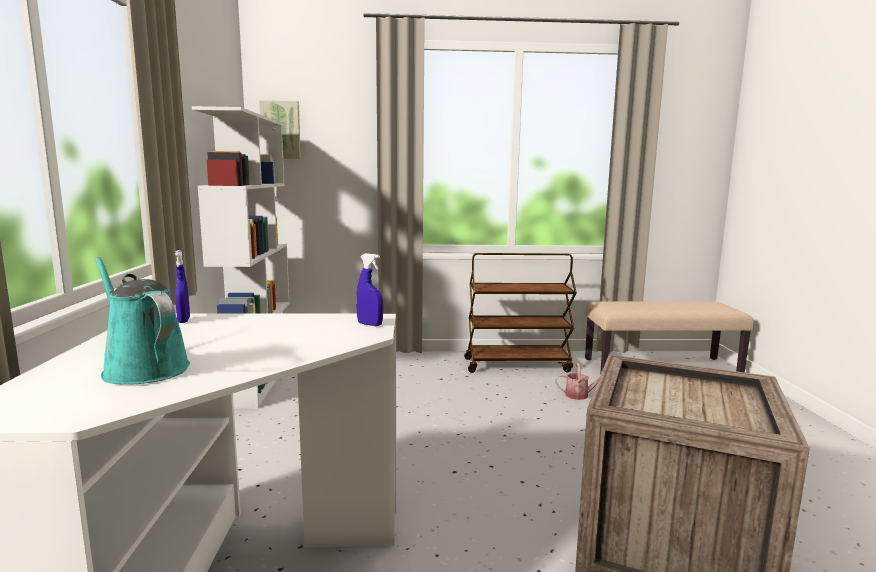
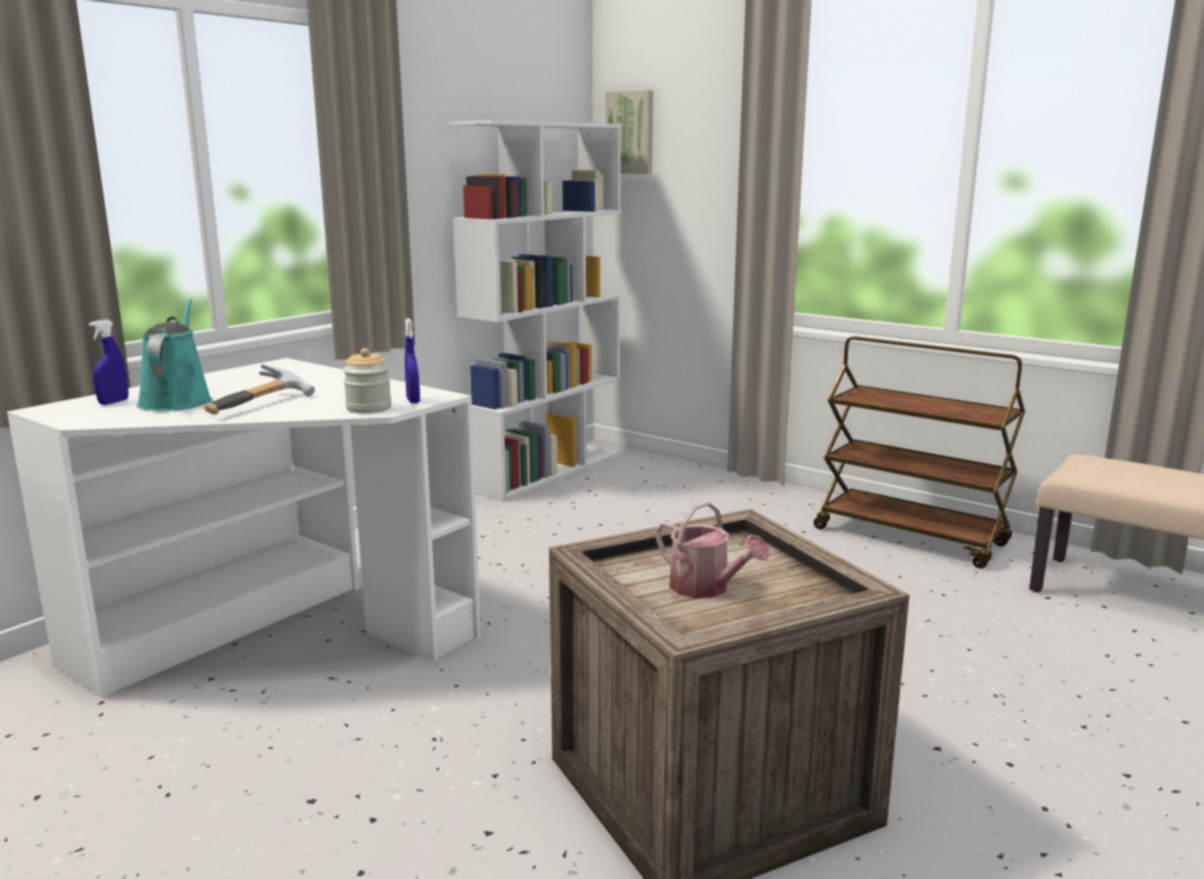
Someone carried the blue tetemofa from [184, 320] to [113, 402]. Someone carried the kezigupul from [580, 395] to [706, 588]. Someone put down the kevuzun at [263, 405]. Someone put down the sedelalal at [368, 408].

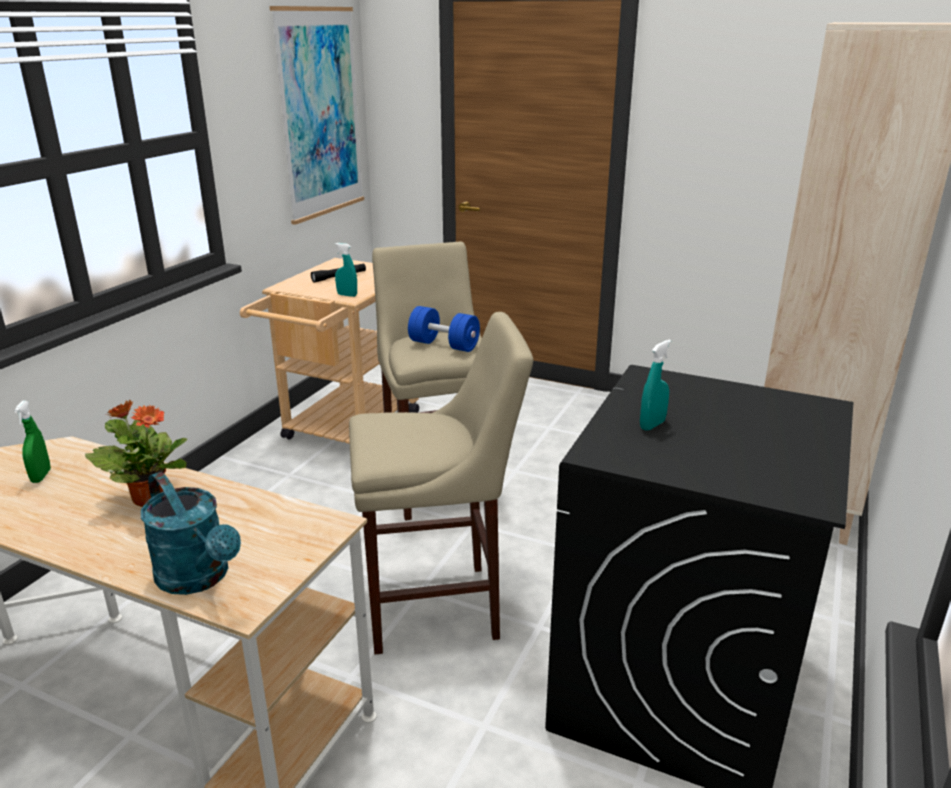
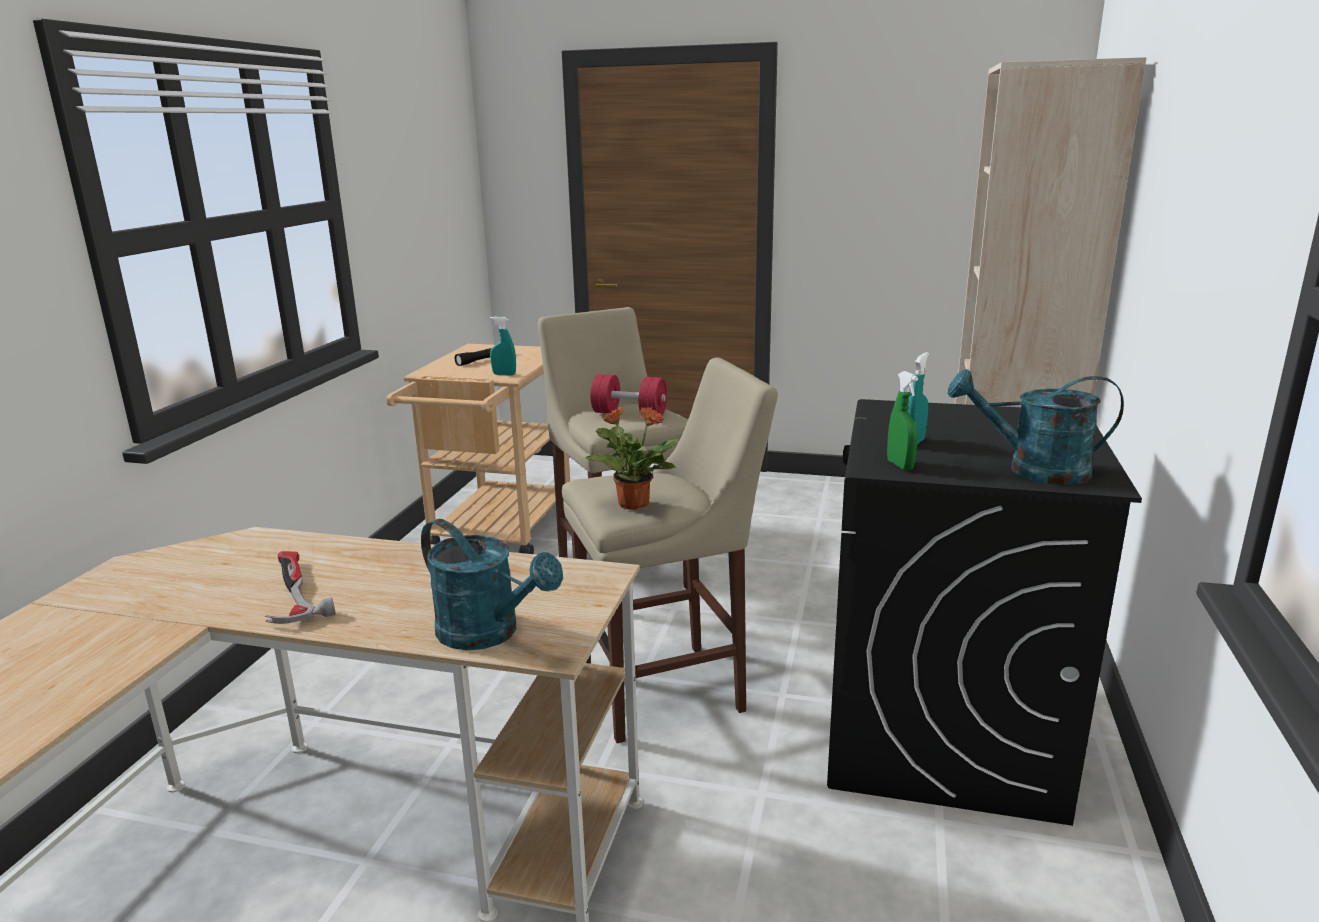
Someone carried the green tetemofa from [41, 476] to [900, 465]. Someone carried the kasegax from [149, 498] to [632, 503]. Someone took away the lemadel at [320, 114]. Someone repainted the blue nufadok at [444, 345], which became the red nufadok at [629, 414]. Someone put down the kevuzun at [292, 592]. Someone put down the turquoise kezigupul at [1033, 470].

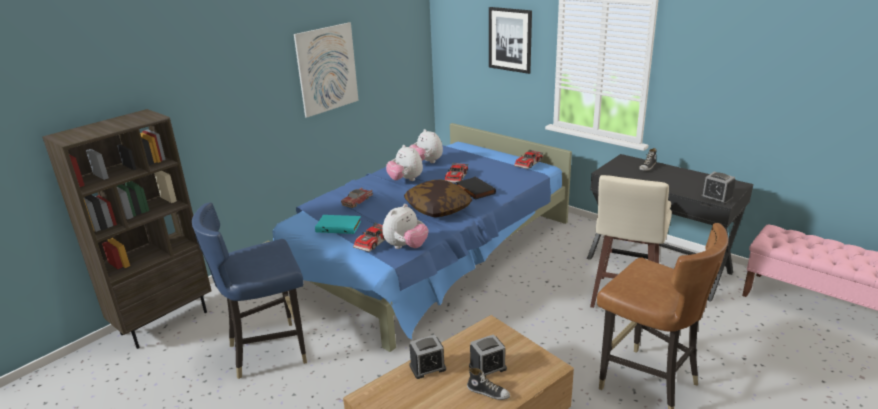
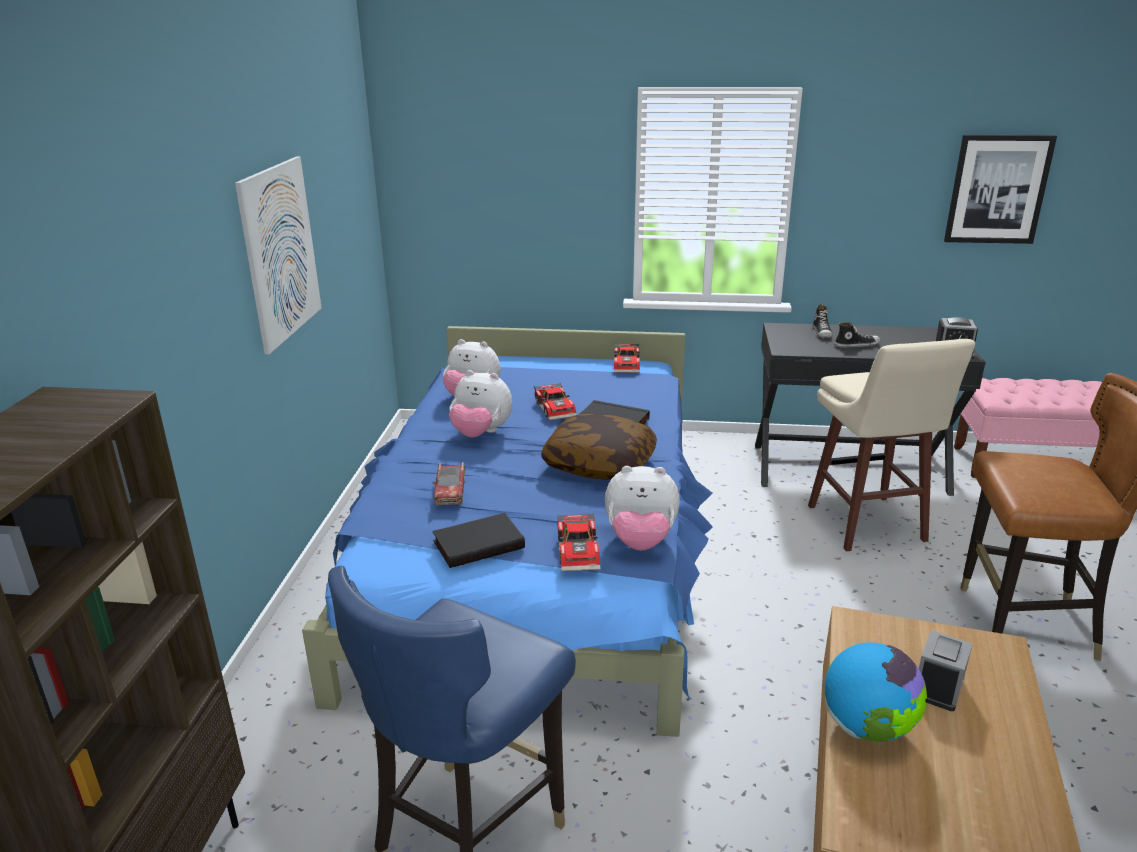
Someone repainted the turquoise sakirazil at [339, 226], which became the black sakirazil at [478, 543]. Someone rotated the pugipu at [406, 247] by 90 degrees clockwise. Someone swapped the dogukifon at [427, 367] for the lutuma at [867, 728]. Someone carried the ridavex from [488, 392] to [856, 345]. Someone carried the lemadel from [510, 39] to [997, 189].

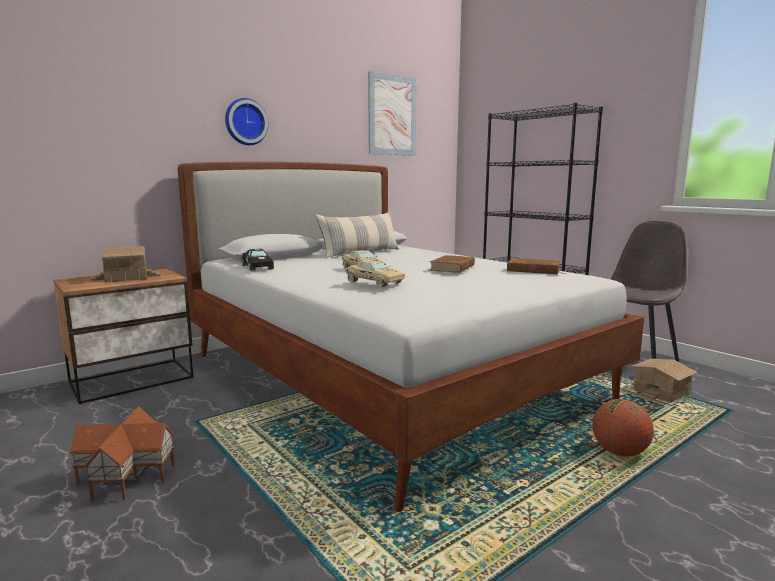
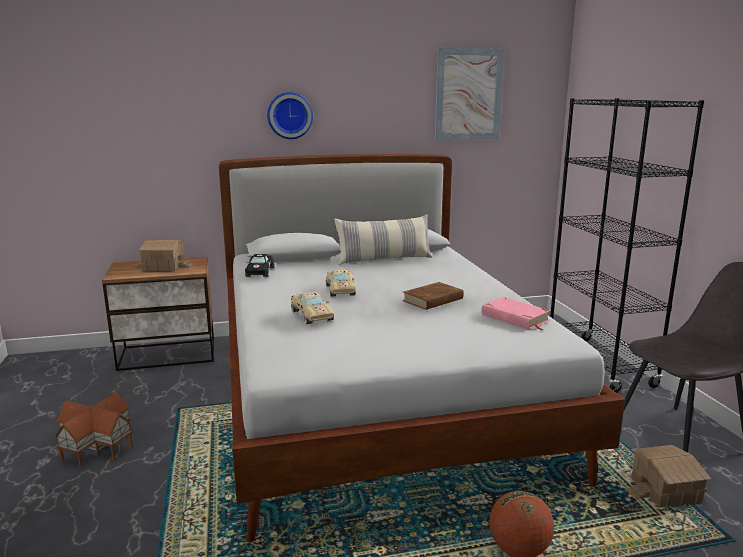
Someone repainted the brown sakirazil at [533, 270], which became the pink sakirazil at [515, 317].

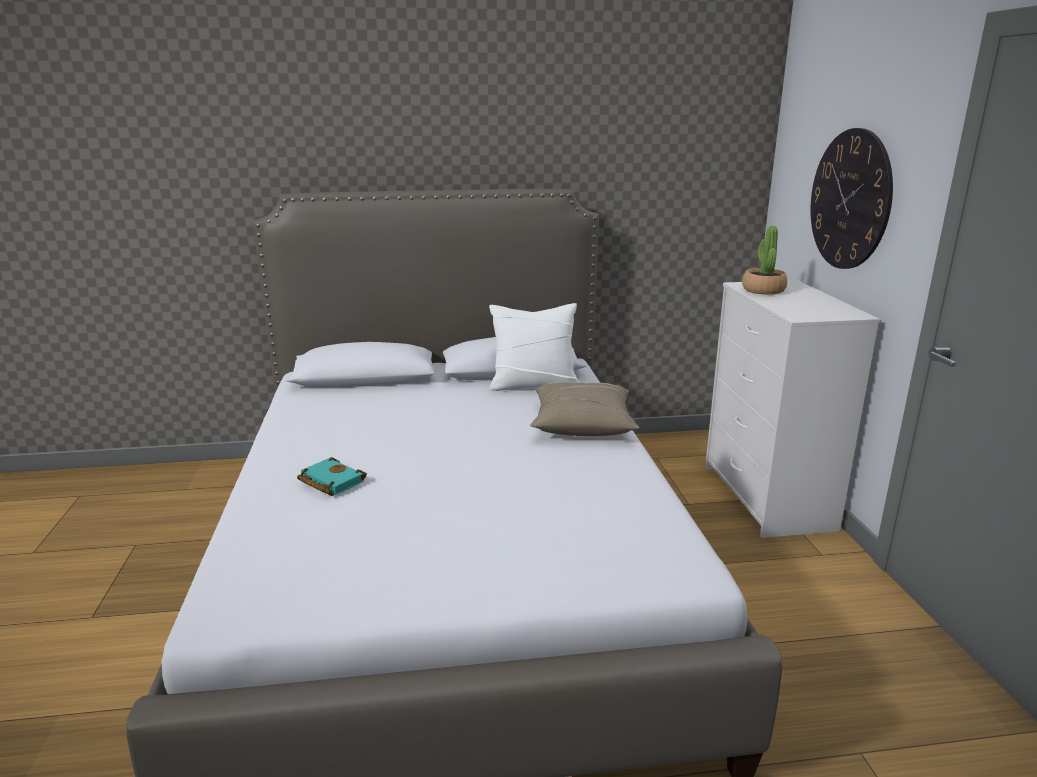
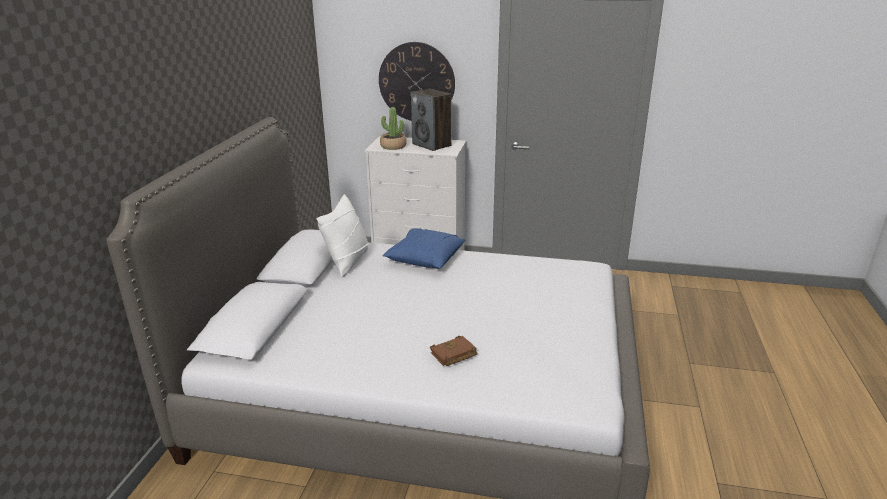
Someone repainted the turquoise sakirazil at [329, 482], which became the brown sakirazil at [453, 355]. Someone repainted the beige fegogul at [582, 424], which became the blue fegogul at [425, 259]. Someone put down the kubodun at [432, 145].

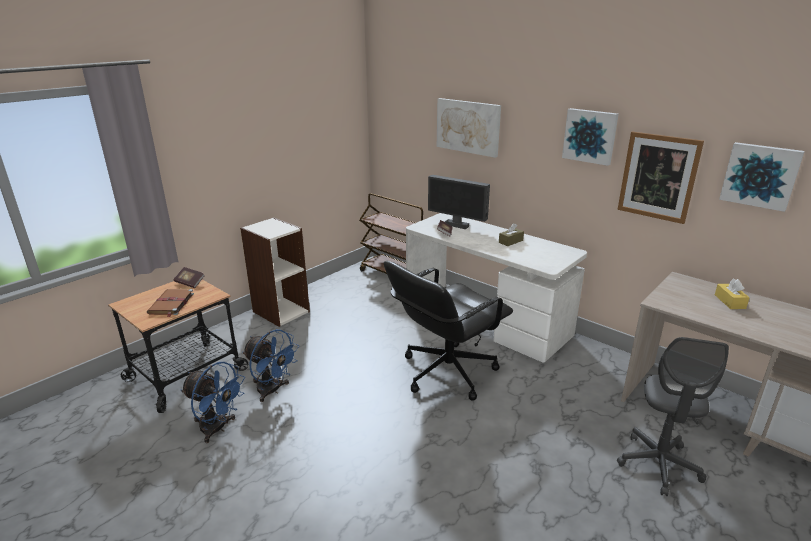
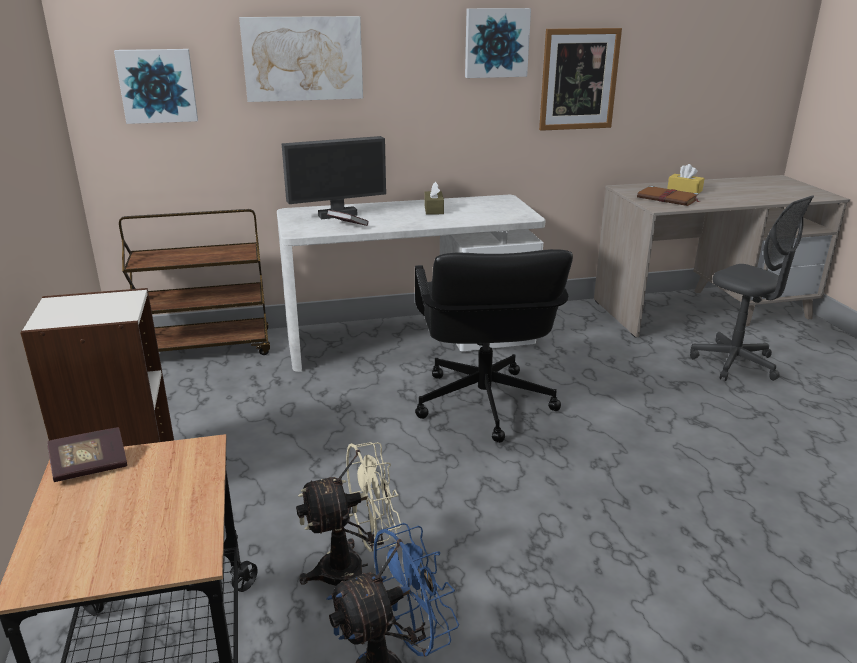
Someone carried the brown sakirazil from [171, 304] to [668, 199]. Someone repainted the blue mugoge at [273, 391], which became the beige mugoge at [354, 569]. Someone carried the lemadel from [760, 175] to [157, 85].

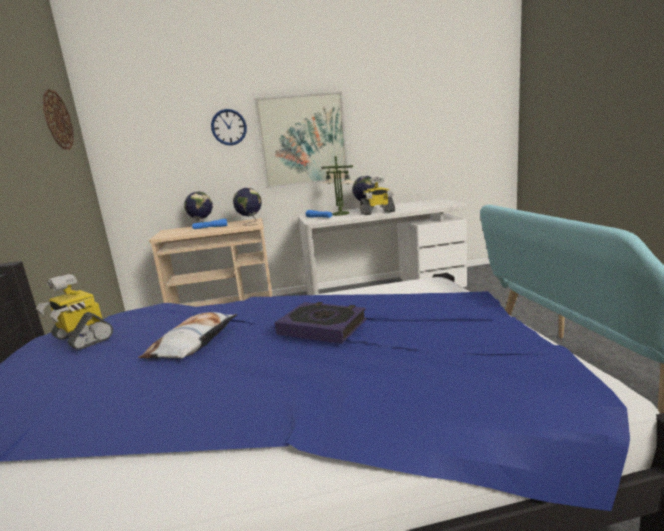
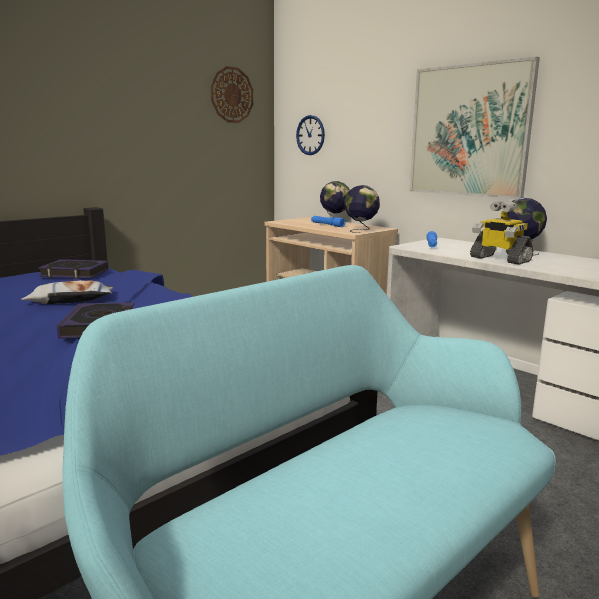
Someone swapped the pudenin at [82, 338] for the sakirazil at [75, 273]. Someone carried the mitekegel from [229, 127] to [310, 135]. Someone took away the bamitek at [340, 214].

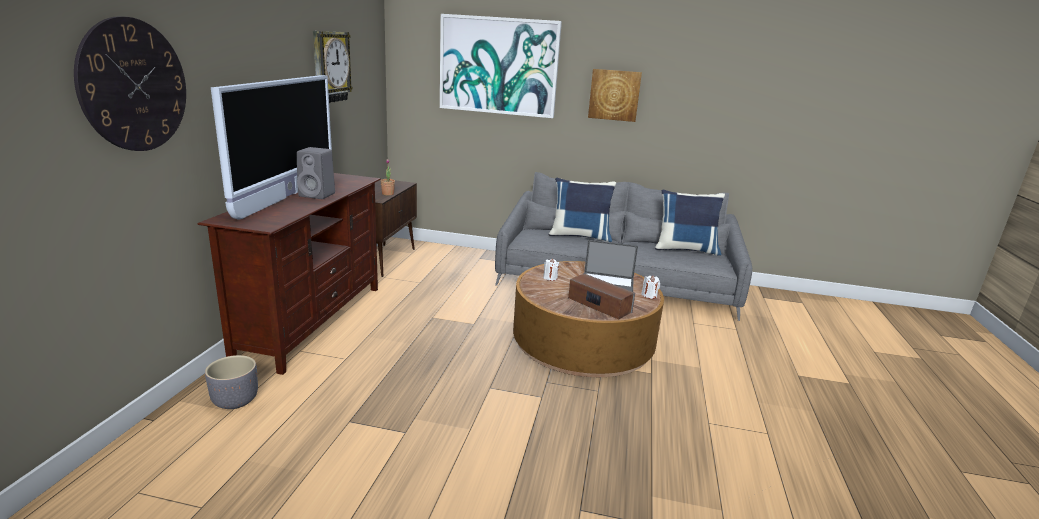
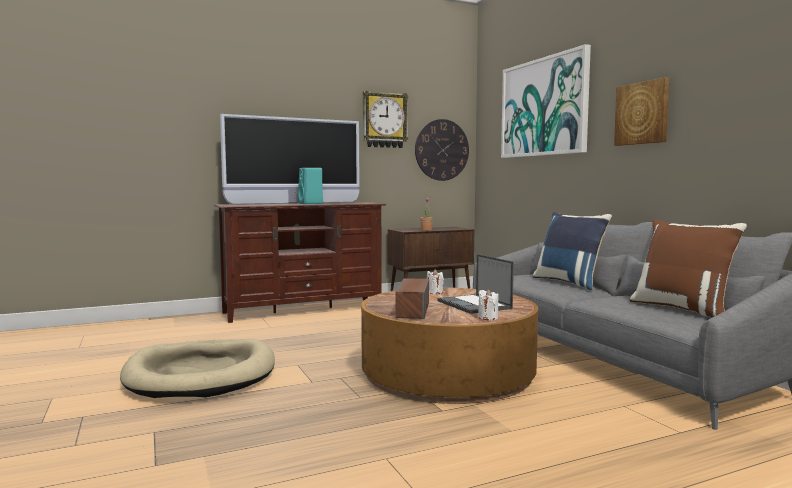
Someone carried the mitekegel from [134, 85] to [442, 150]. Someone took away the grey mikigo at [234, 401]. Someone repainted the grey kubodun at [318, 195], which became the turquoise kubodun at [311, 203]. Someone repainted the blue fegogul at [685, 249], which became the brown fegogul at [683, 309]. Someone put down the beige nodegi at [201, 374].

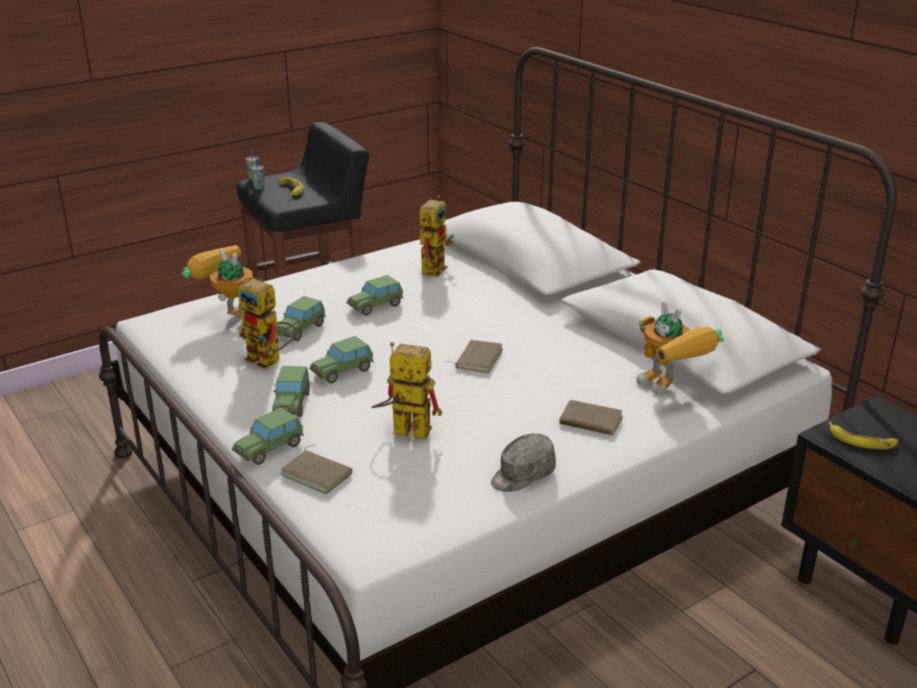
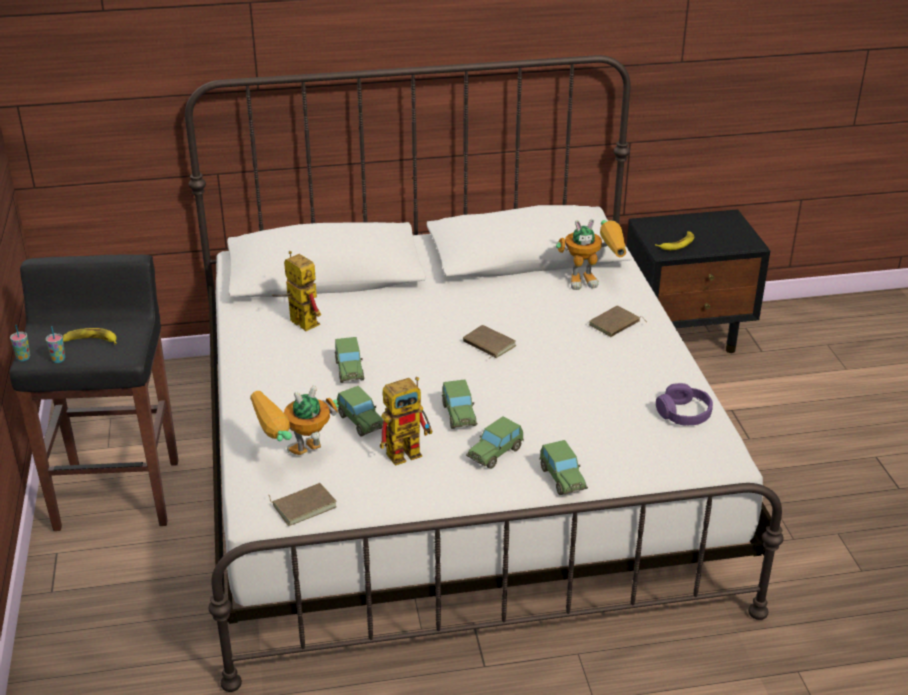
Someone rotated the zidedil at [292, 404] by 105 degrees clockwise. Someone carried the brown sakirazil from [318, 474] to [304, 505]. Someone took away the pudenin at [403, 432]. Someone took away the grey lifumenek at [522, 475]. Someone put down the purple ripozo at [683, 413].

